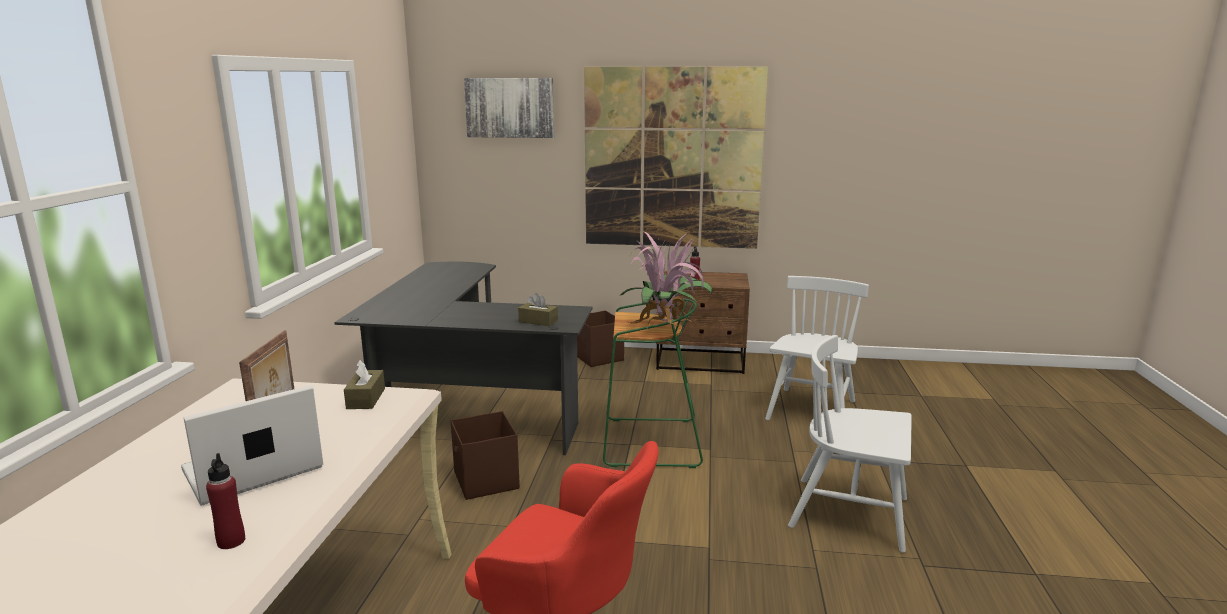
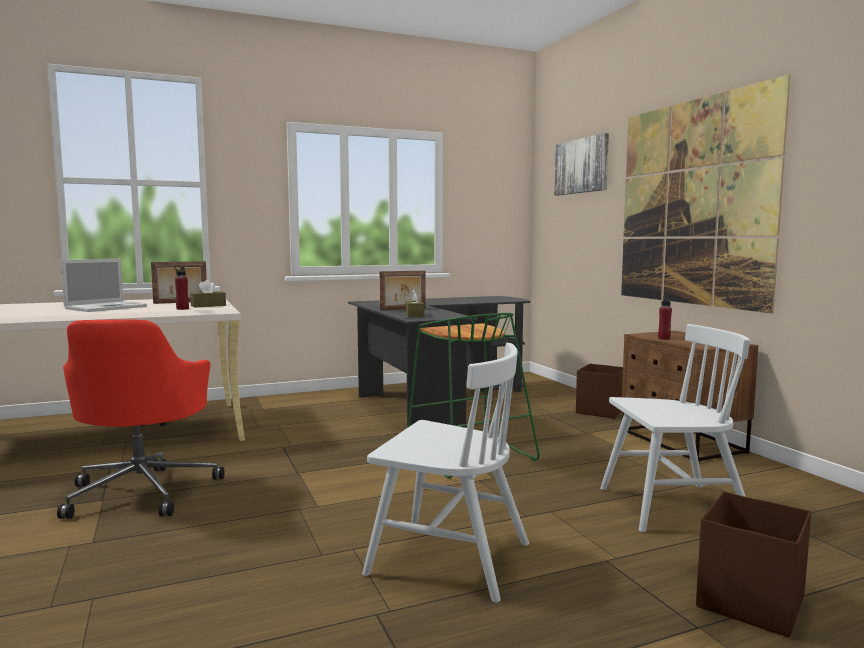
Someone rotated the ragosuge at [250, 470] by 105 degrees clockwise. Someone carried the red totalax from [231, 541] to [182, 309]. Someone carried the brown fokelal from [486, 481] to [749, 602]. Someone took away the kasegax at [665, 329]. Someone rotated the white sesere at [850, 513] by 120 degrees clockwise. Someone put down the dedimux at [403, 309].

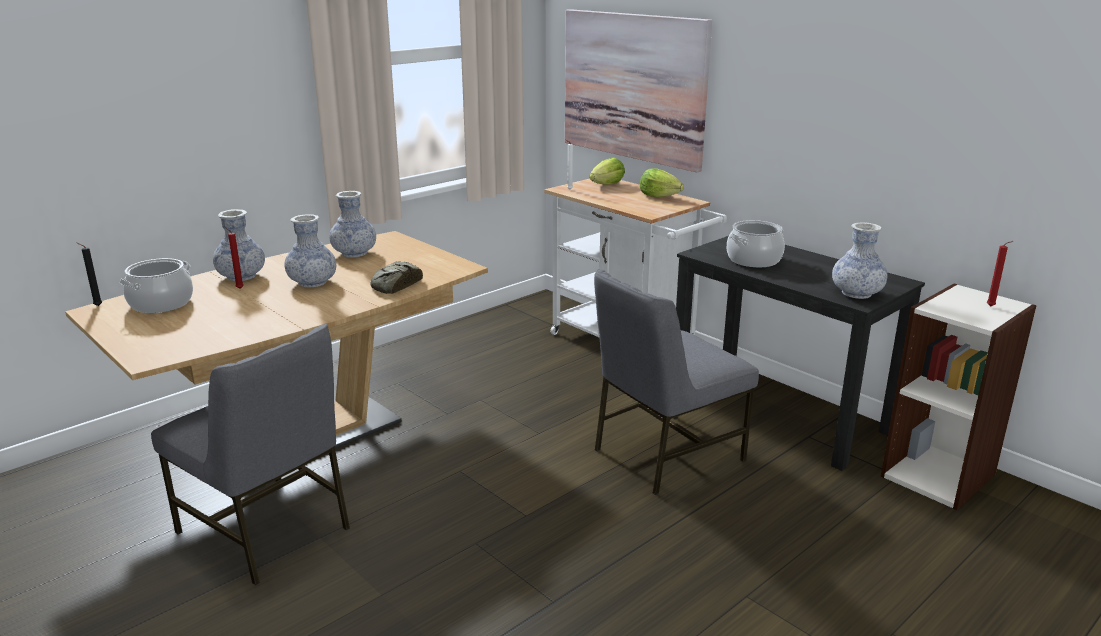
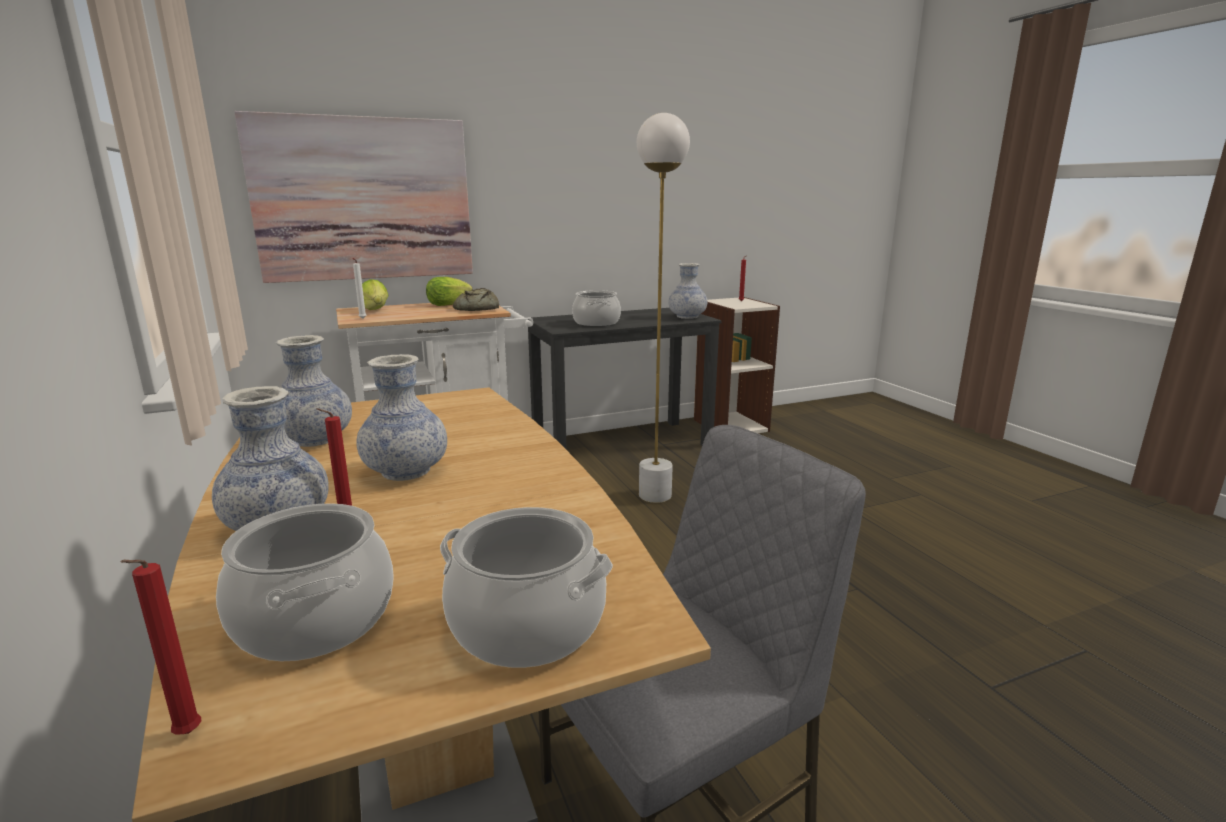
Someone repainted the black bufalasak at [96, 306], which became the red bufalasak at [185, 737]. Someone carried the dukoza from [395, 285] to [476, 309]. Someone swapped the grey sesere at [665, 454] for the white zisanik at [655, 495]. Someone put down the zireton at [526, 625].

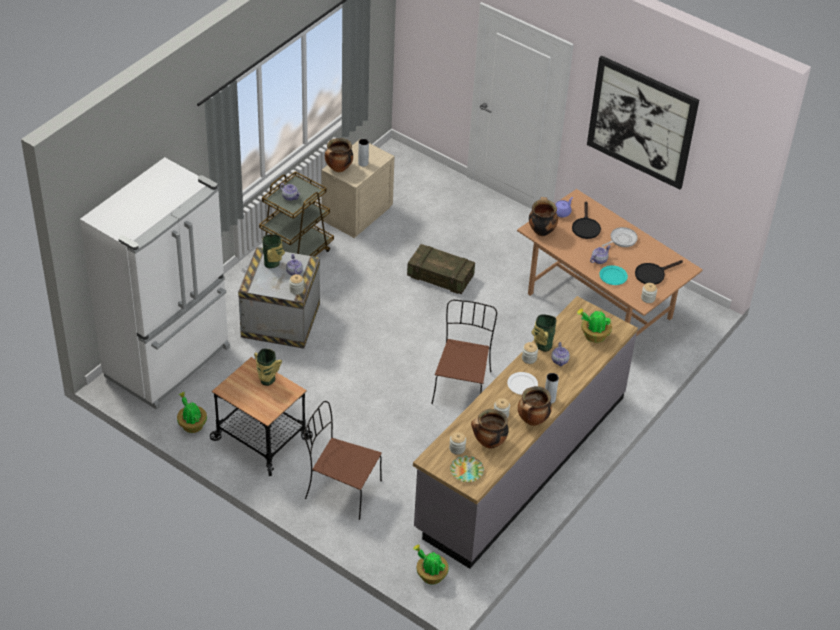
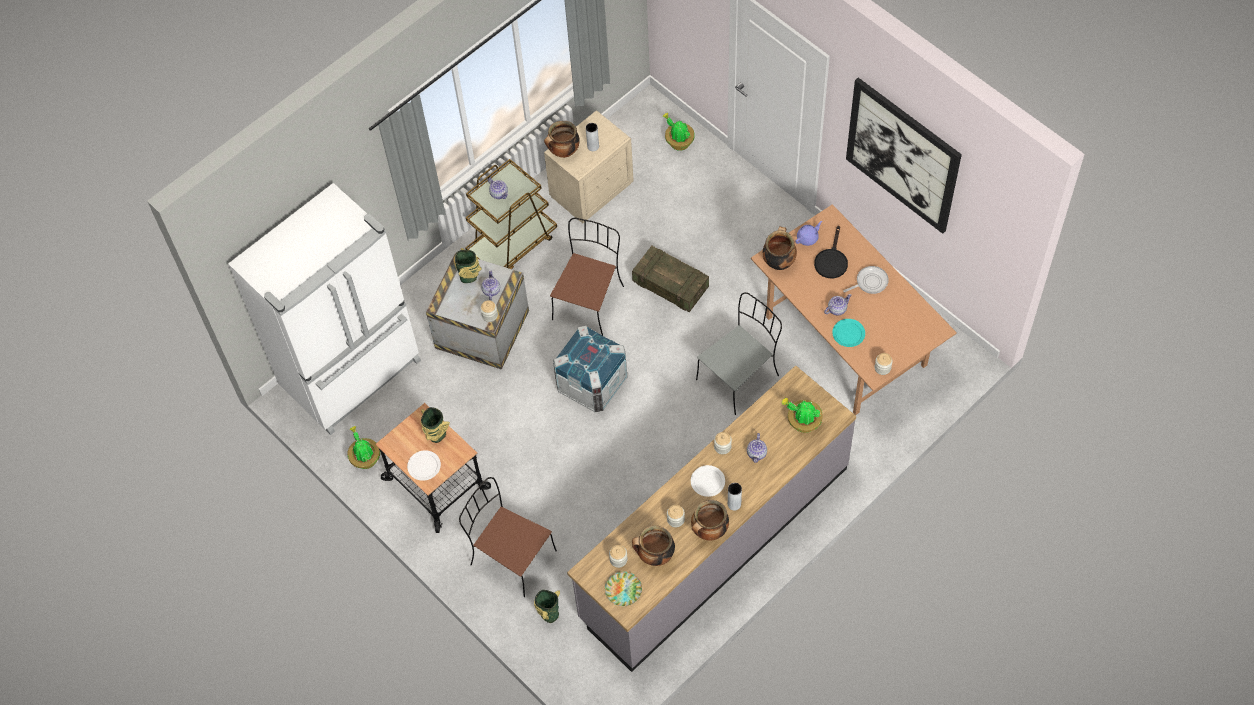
Someone carried the kasegax from [430, 575] to [678, 142]. Someone carried the brown sesere from [462, 386] to [589, 301]. Someone carried the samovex from [542, 345] to [548, 614]. Someone took away the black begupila at [653, 274]. Someone put down the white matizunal at [424, 466]. Someone put down the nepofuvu at [592, 383]. Someone put down the grey sesere at [739, 376].

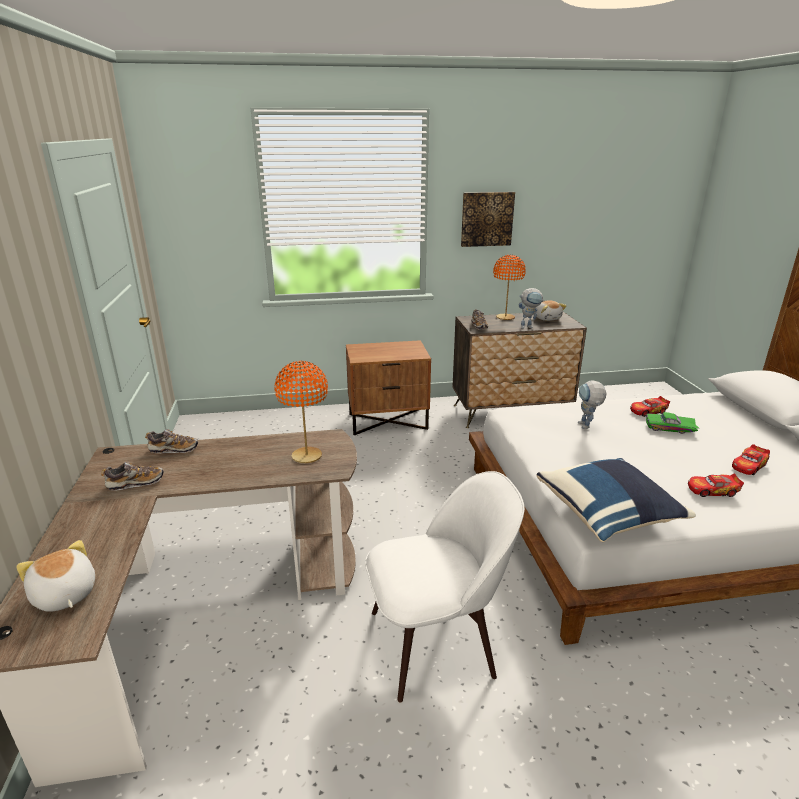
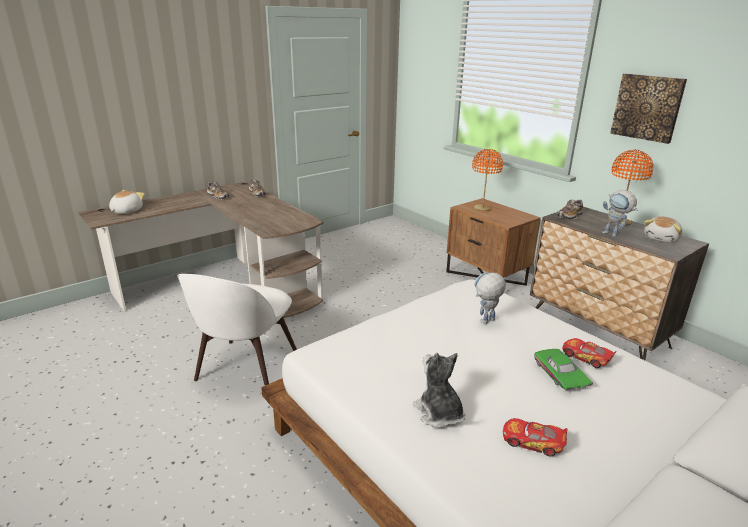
Someone carried the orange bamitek from [306, 456] to [482, 208]. Someone rotated the white sesere at [436, 641] by 60 degrees clockwise. Someone took away the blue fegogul at [608, 514]. Someone swapped the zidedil at [712, 490] for the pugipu at [439, 413].

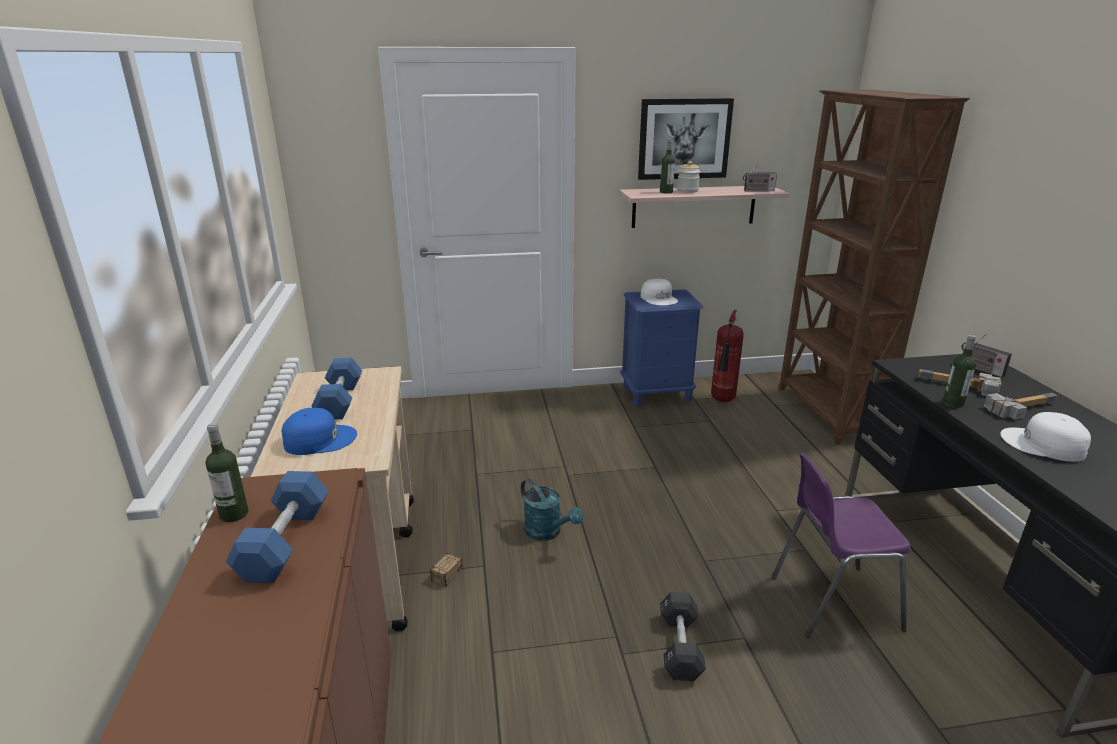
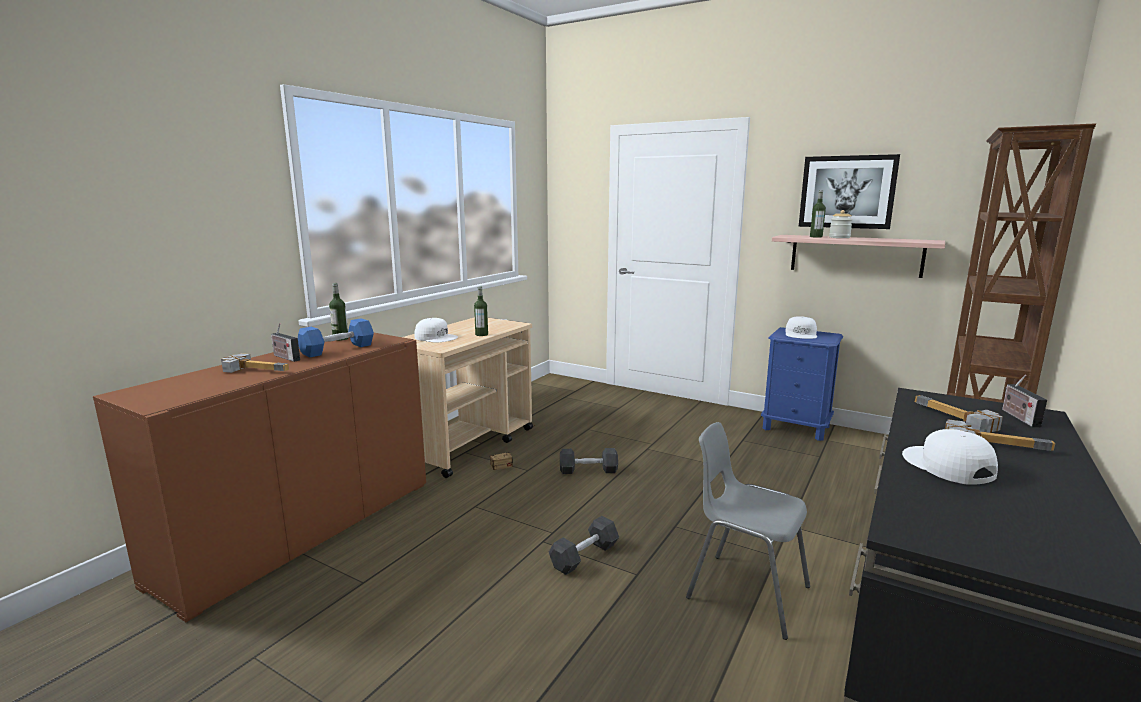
Someone repainted the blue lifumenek at [319, 439], which became the white lifumenek at [436, 337]. Someone took away the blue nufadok at [340, 401]. Someone swapped the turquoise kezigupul at [548, 532] for the black nufadok at [588, 470]. Someone took away the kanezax at [722, 401]. Someone carried the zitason from [757, 191] to [285, 357]. Someone repainted the purple sesere at [831, 601], which became the grey sesere at [745, 591]. Someone carried the totalax from [953, 403] to [481, 334]. Someone put down the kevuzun at [258, 369].

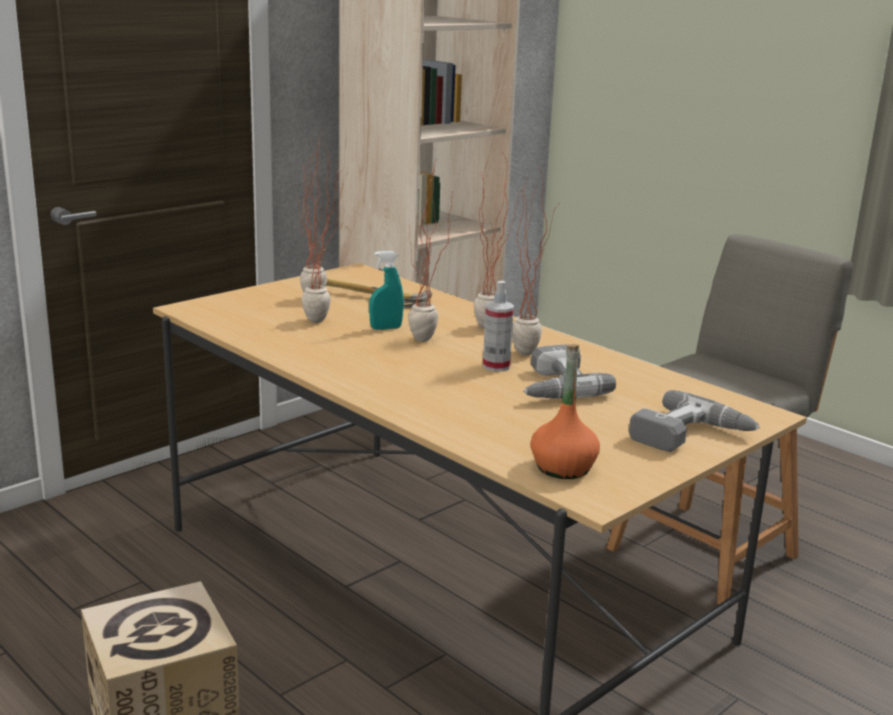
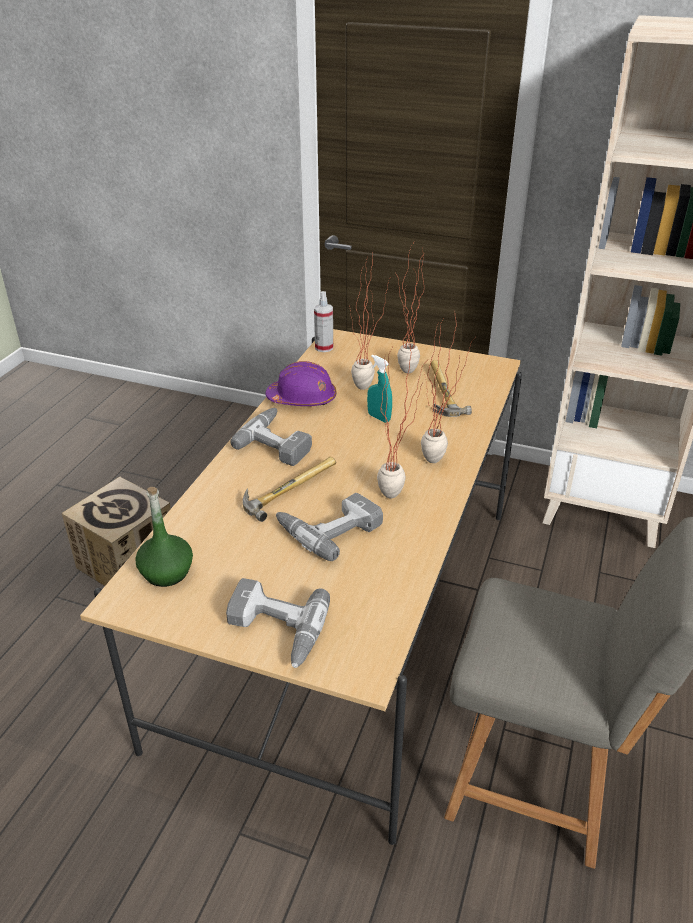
Someone took away the kasegax at [425, 343]. Someone carried the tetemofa from [496, 366] to [324, 347]. Someone repainted the orange totalax at [562, 467], which became the green totalax at [167, 572]. Someone put down the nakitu at [279, 442]. Someone put down the kevuzun at [287, 488]. Someone put down the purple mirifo at [302, 399].

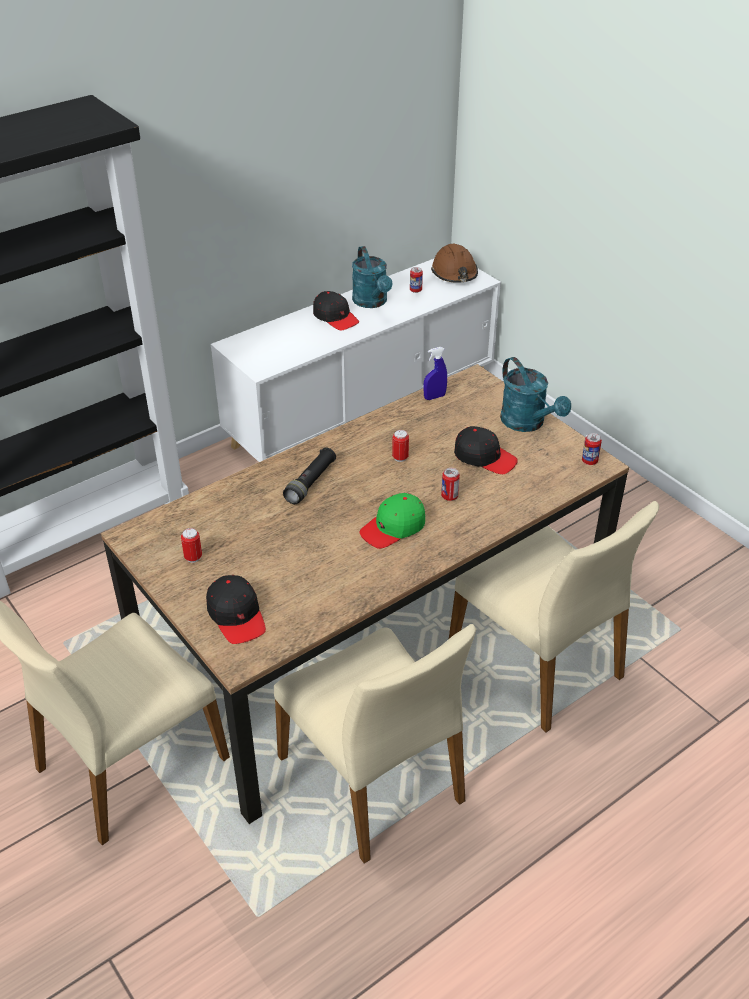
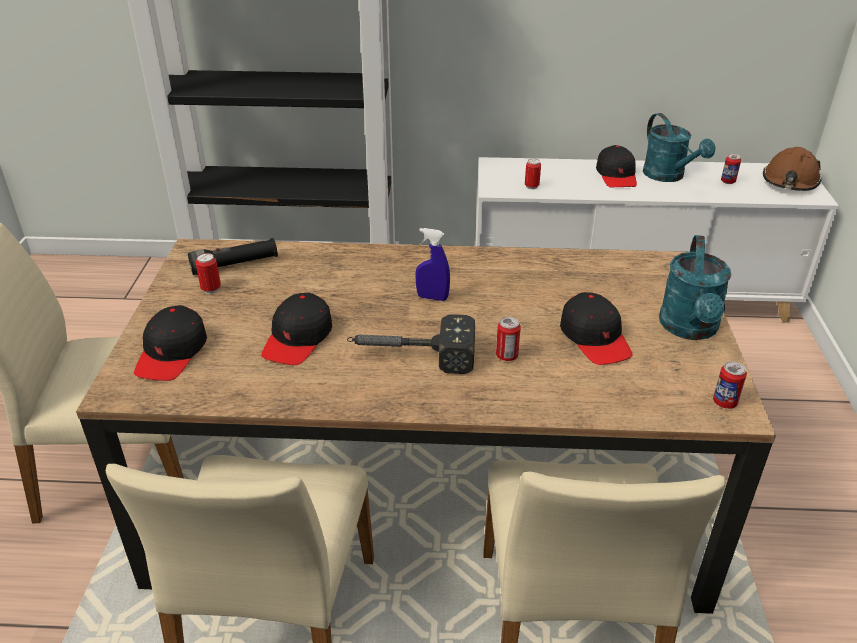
Someone carried the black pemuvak from [310, 483] to [235, 265]. Someone rotated the turquoise kezigupul at [372, 302] by 45 degrees counterclockwise. Someone swapped the green lifumenek at [393, 528] for the kevuzun at [410, 355]. Someone carried the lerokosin from [400, 458] to [531, 186]. Someone carried the blue tetemofa from [434, 397] to [432, 297]. Someone put down the black lifumenek at [298, 339].

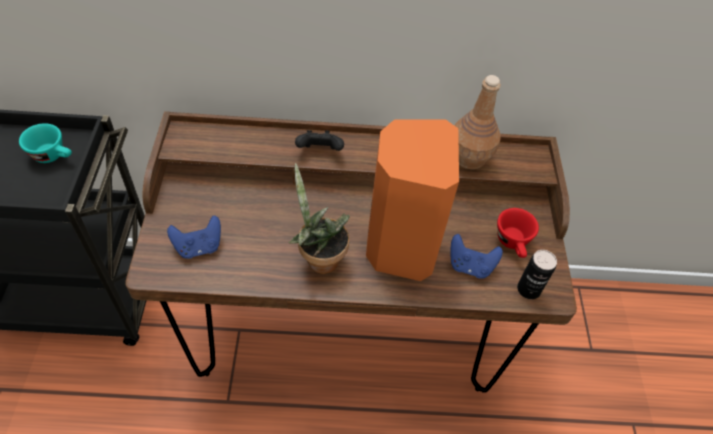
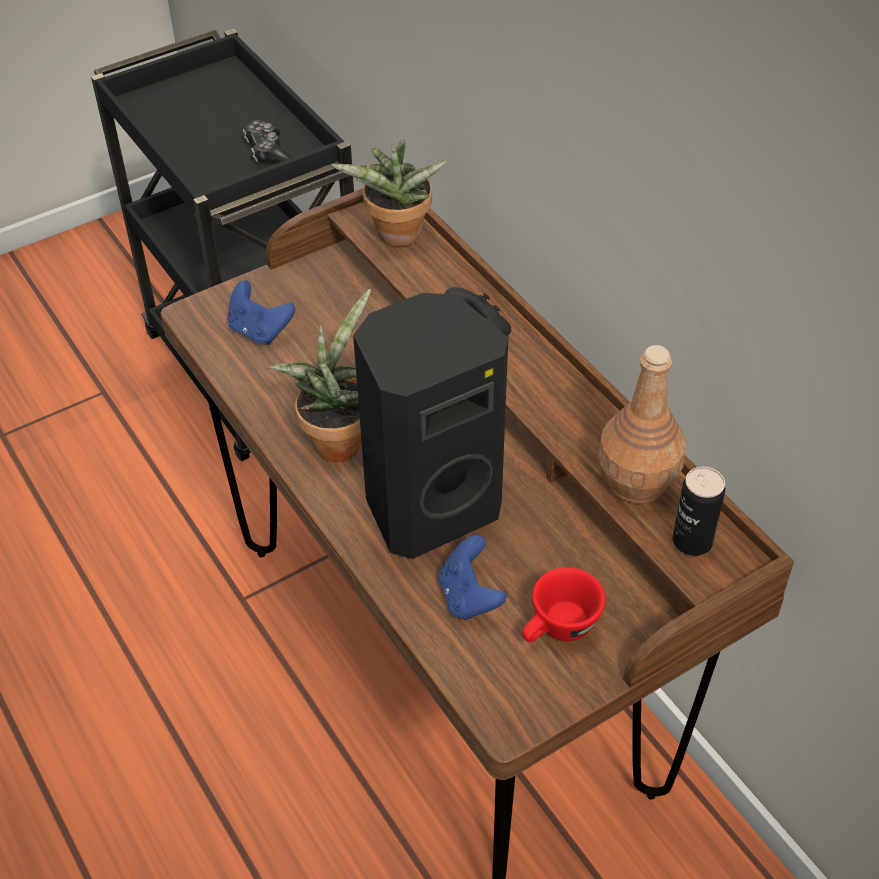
Someone swapped the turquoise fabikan at [54, 156] for the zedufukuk at [268, 152]. Someone repainted the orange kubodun at [399, 247], which became the black kubodun at [429, 506]. Someone carried the lerokosin from [528, 289] to [692, 541]. Someone put down the kasegax at [396, 238].

